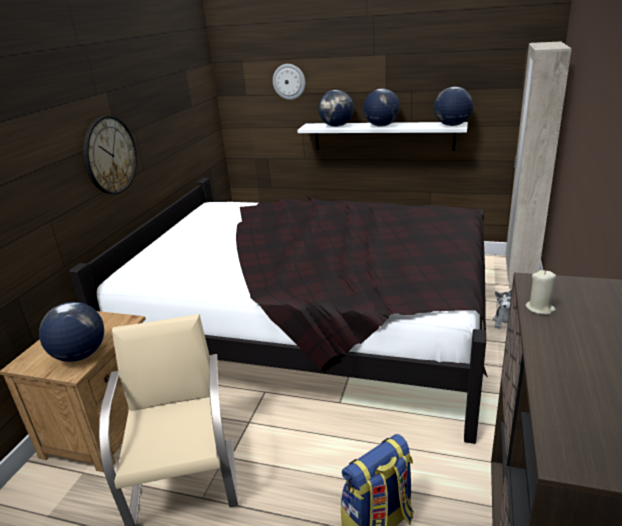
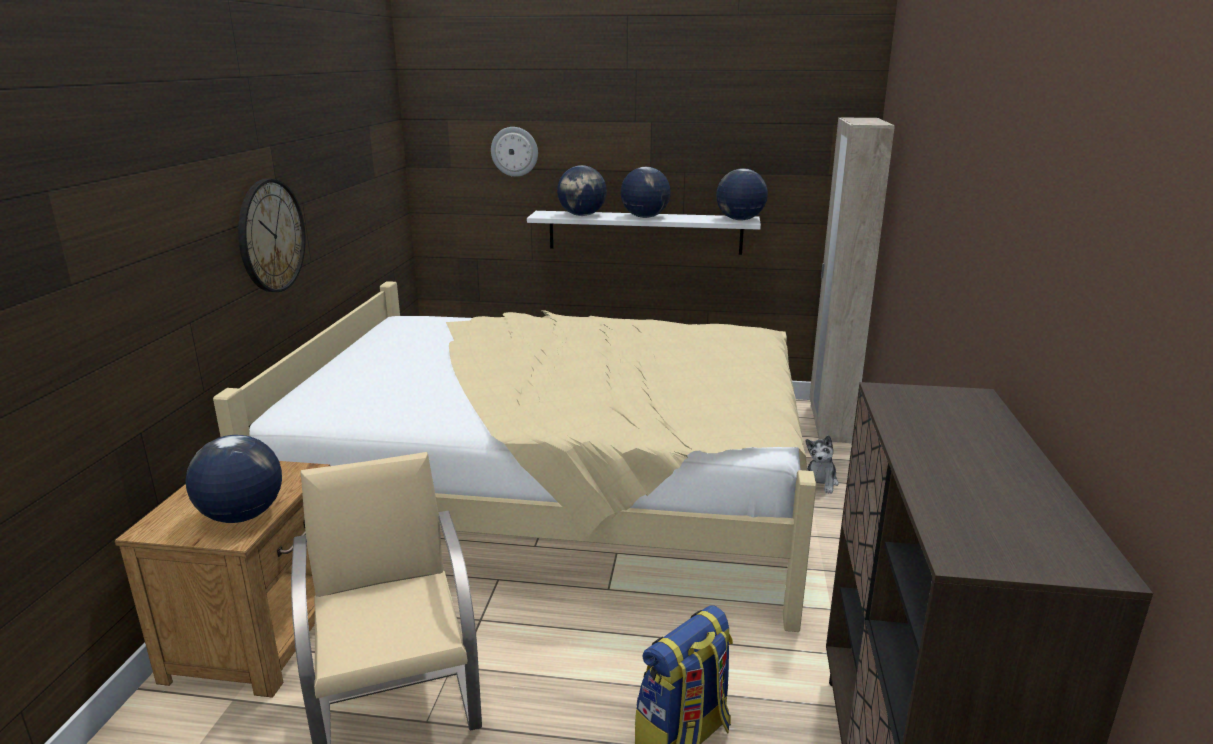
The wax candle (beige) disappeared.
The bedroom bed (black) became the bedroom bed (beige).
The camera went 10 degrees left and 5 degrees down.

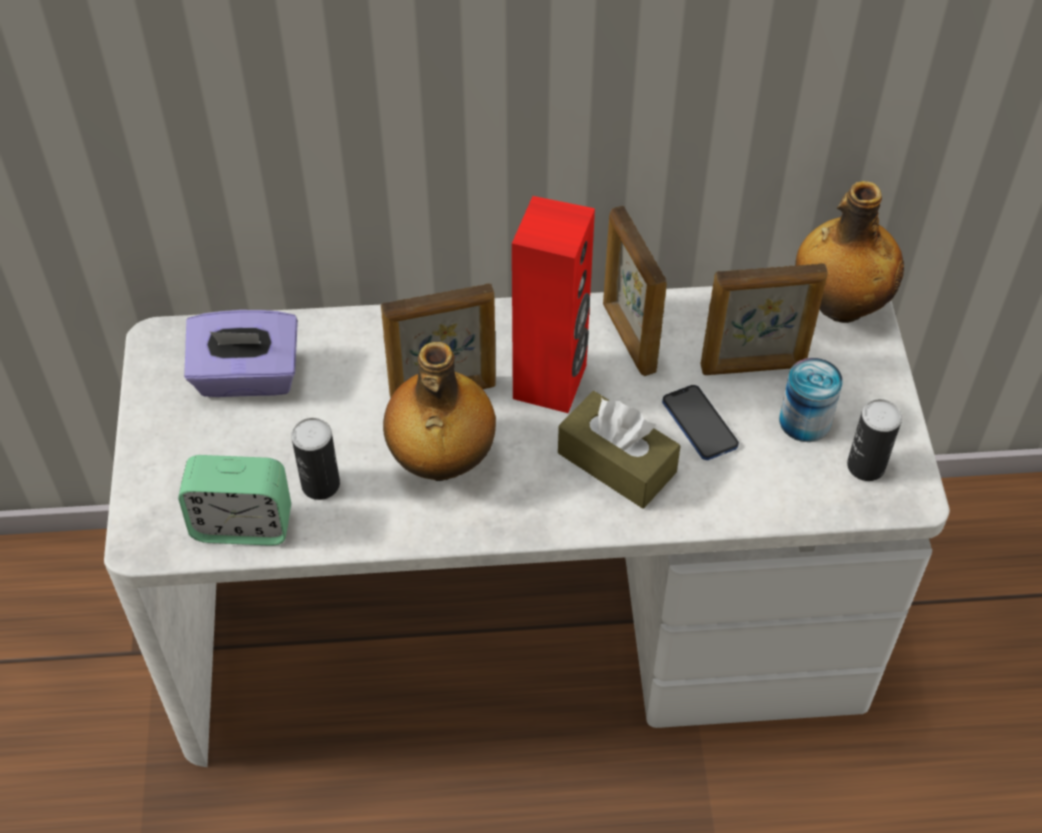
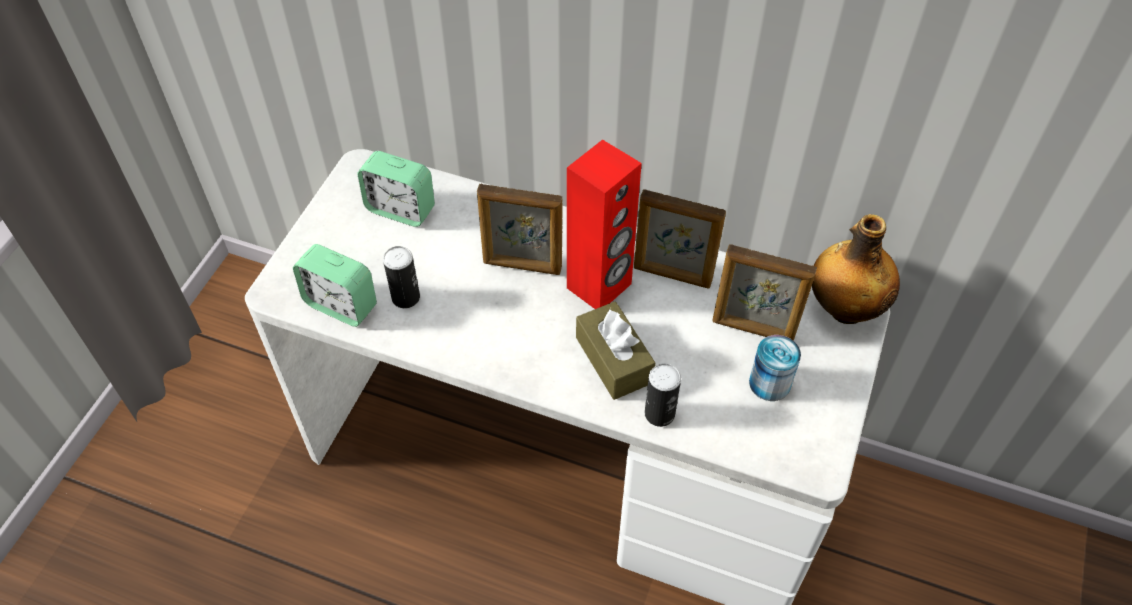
The drink bottle (1st from left) disappeared.
The phone disappeared.
The can (3rd from left in the first image) moved.
The box of tissues (purple) was replaced by the table clock (2nd from left).
The standing frame (2nd from left) turned 75 degrees counterclockwise.
The camera went 25 degrees right and 0 degrees up.

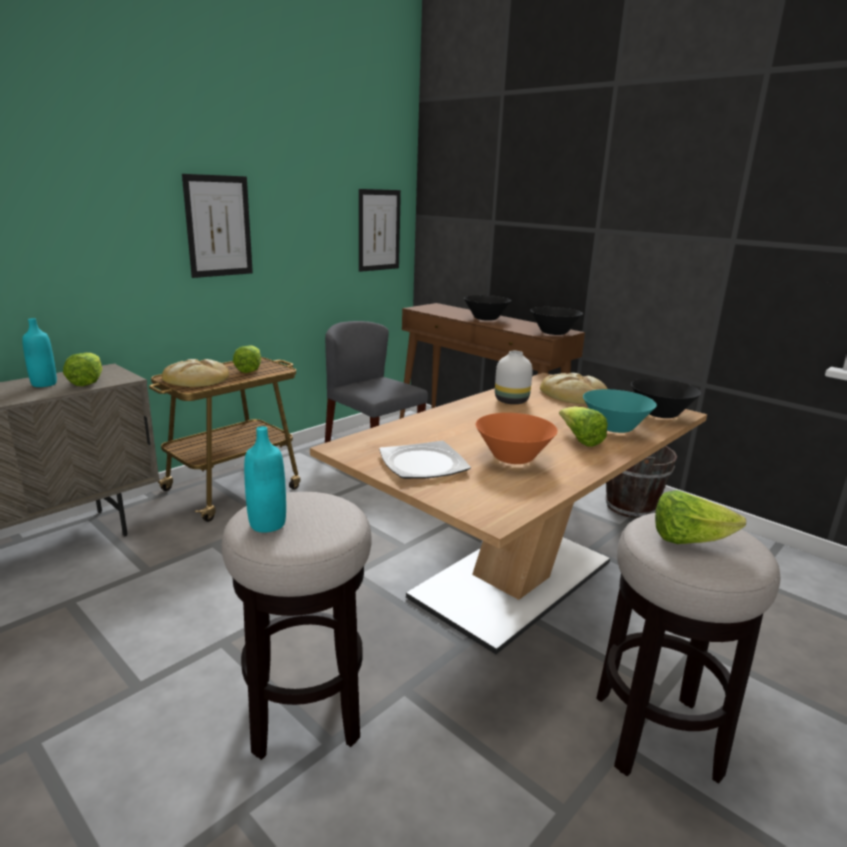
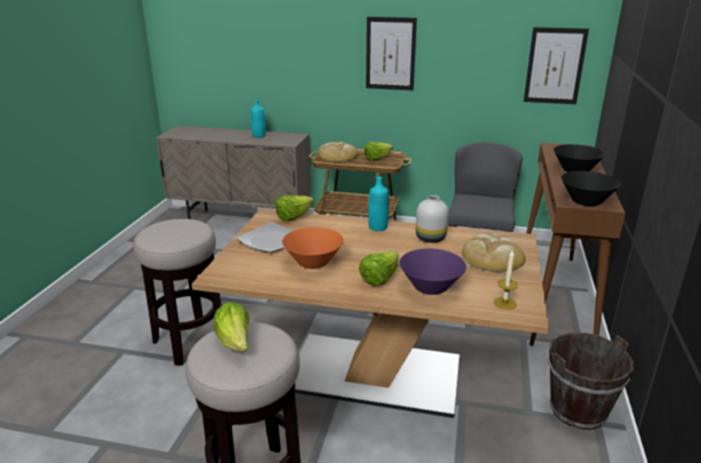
The lettuce head (1st from left in the first image) moved.
The drink bottle (blue-green) (2nd from left) moved.
The serving bowl (black) (3rd from left) was replaced by the wax candle.
The serving bowl (blue-green) became the serving bowl (purple).
The camera went 60 degrees right and 5 degrees up.

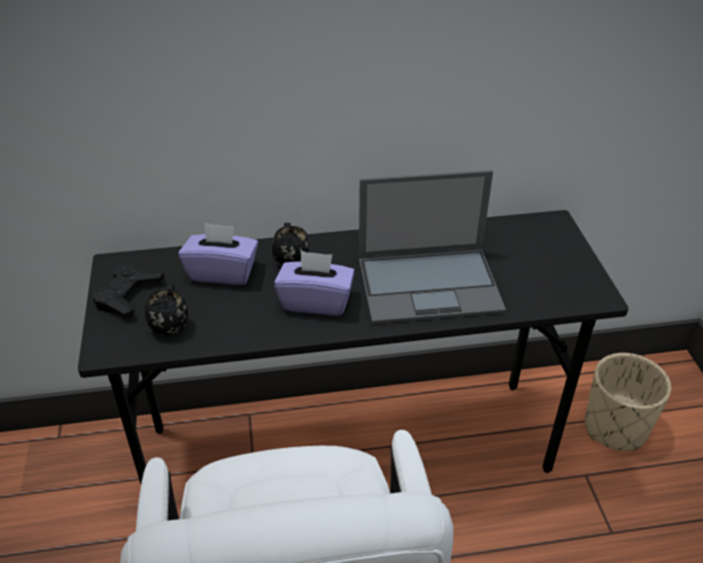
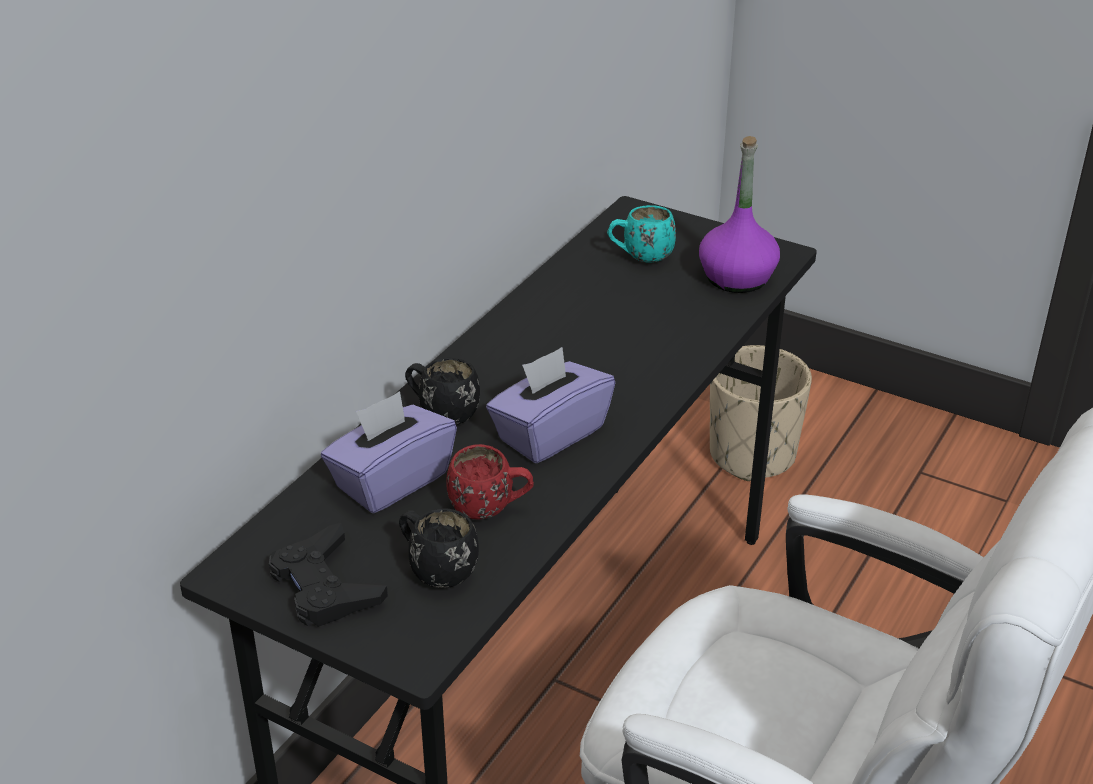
The notebook computer disappeared.
The coffee mug (red-coloured) appeared.
The coffee mug (blue-green) appeared.
The drink bottle (purple) appeared.
The camera went 50 degrees left and 5 degrees down.

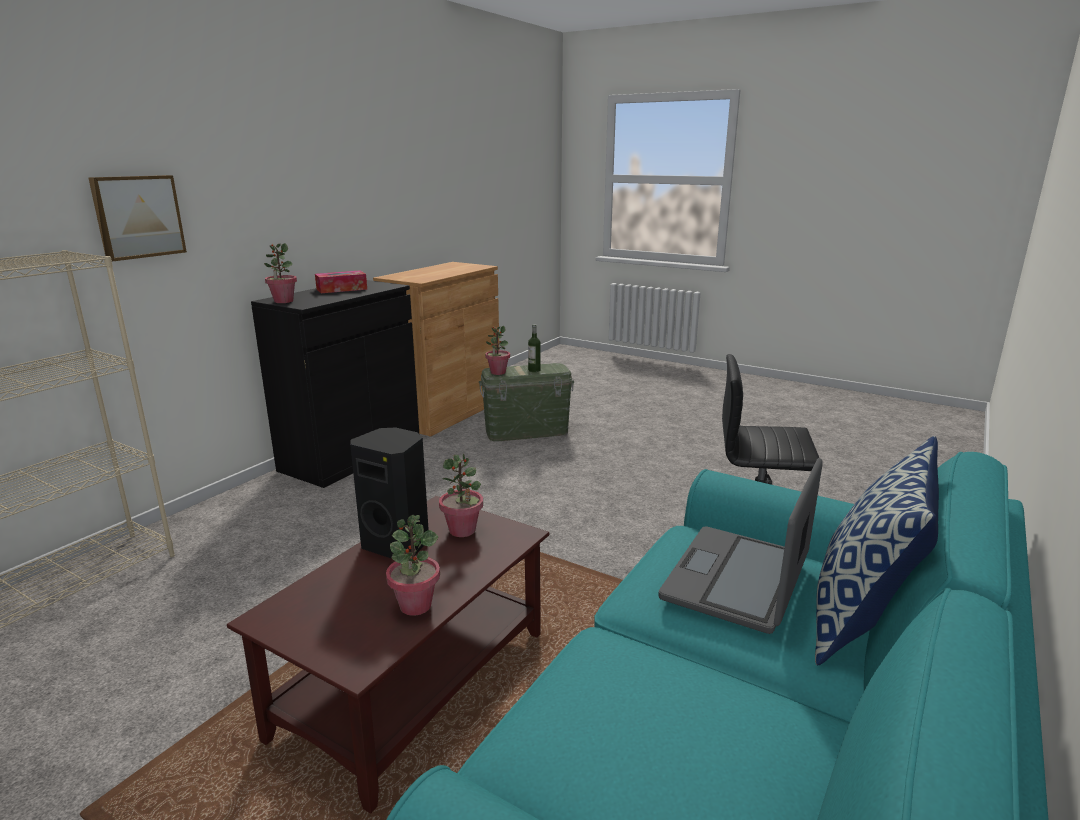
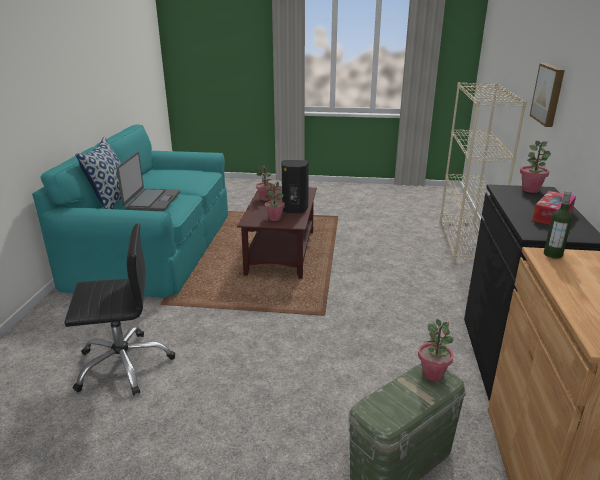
The drink bottle moved.
The camera went 155 degrees right and 5 degrees up.

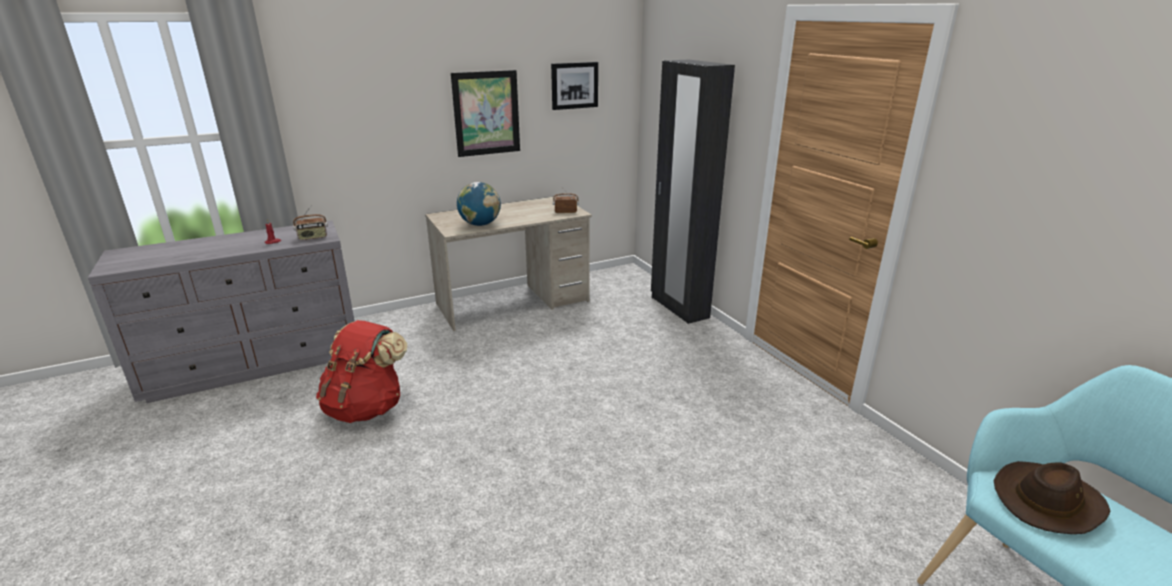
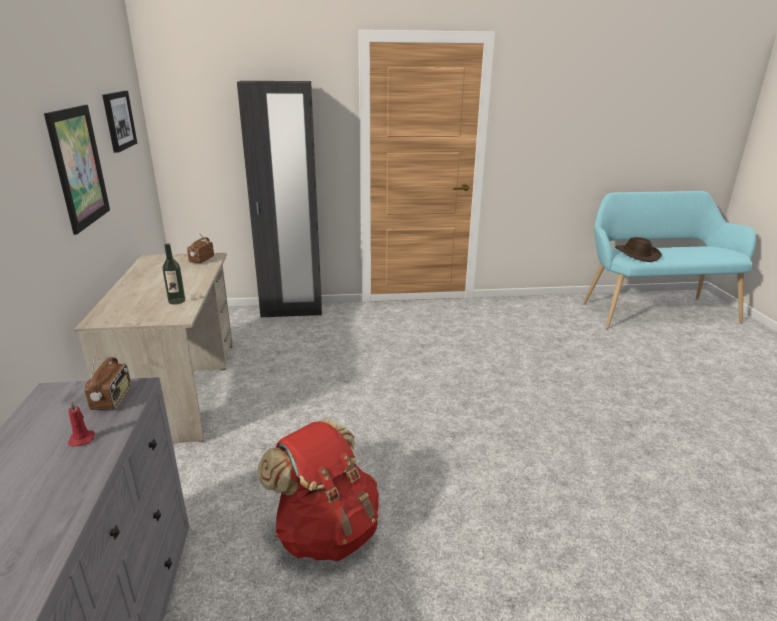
The world globe was replaced by the drink bottle.
The camera went 70 degrees left and 0 degrees up.

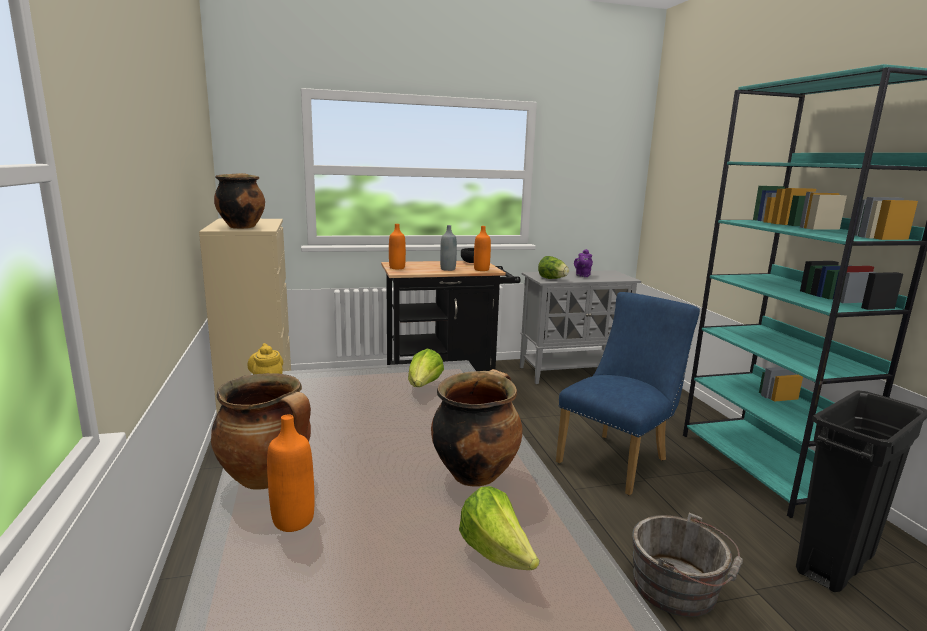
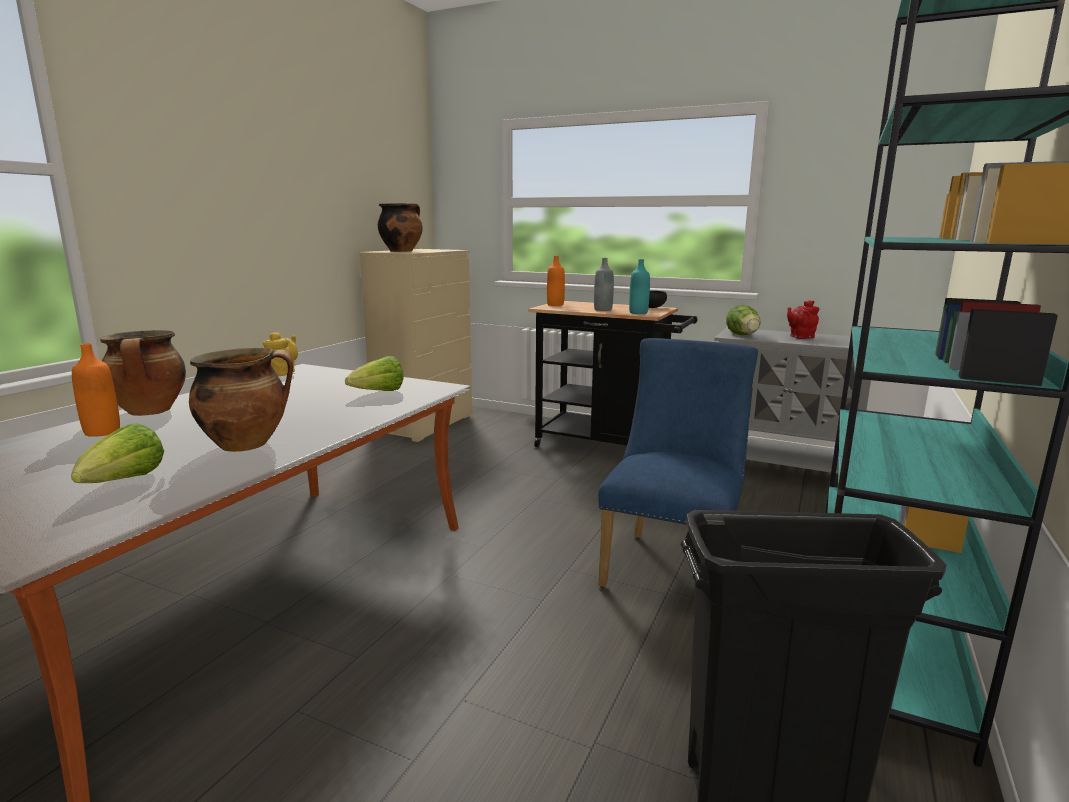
The pail (gray) disappeared.
The drink bottle (orange-coloured) (3rd from left) became the drink bottle (blue-green).
The teapot (purple) became the teapot (red-coloured).
The plain chair (blue-coloured) turned 60 degrees counterclockwise.
The camera went 40 degrees right and 0 degrees up.

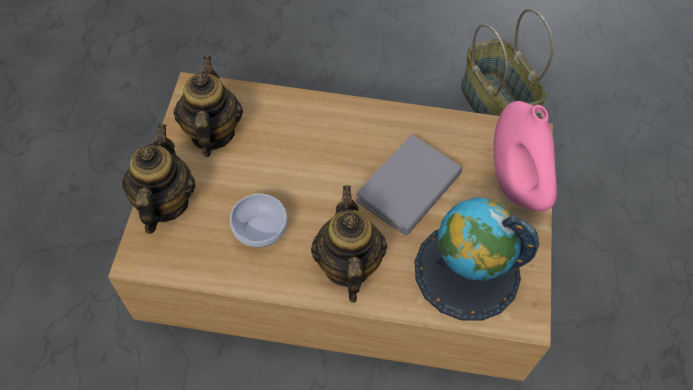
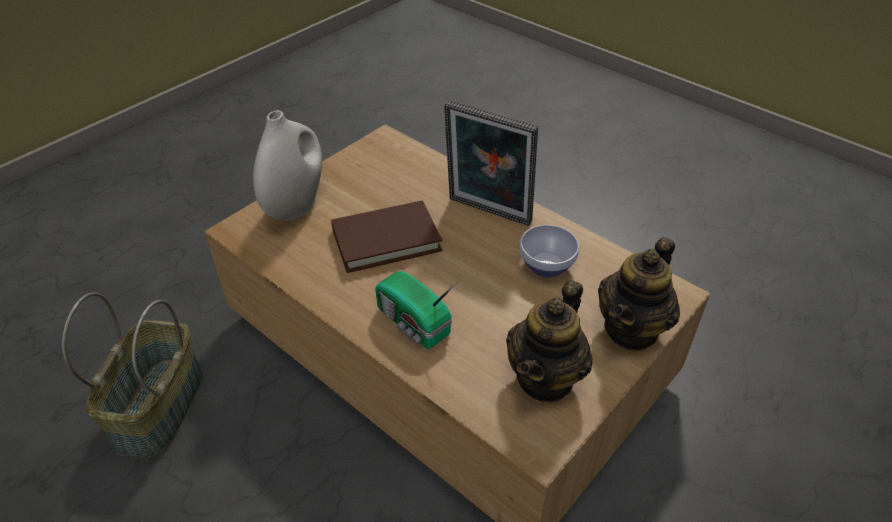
The world globe disappeared.
The radio set appeared.
The teapot (3rd from left) was replaced by the standing frame.
The bound book (gray) became the bound book (brown).
The decorative vase (pink-coloured) became the decorative vase (white).
The camera went 145 degrees left and 15 degrees down.

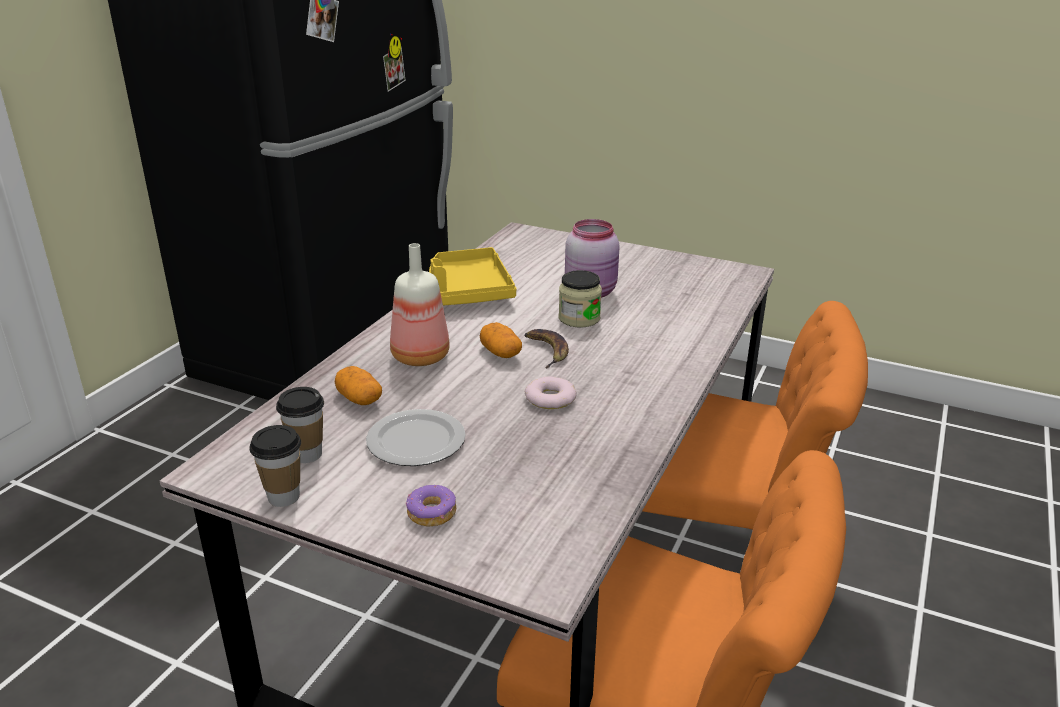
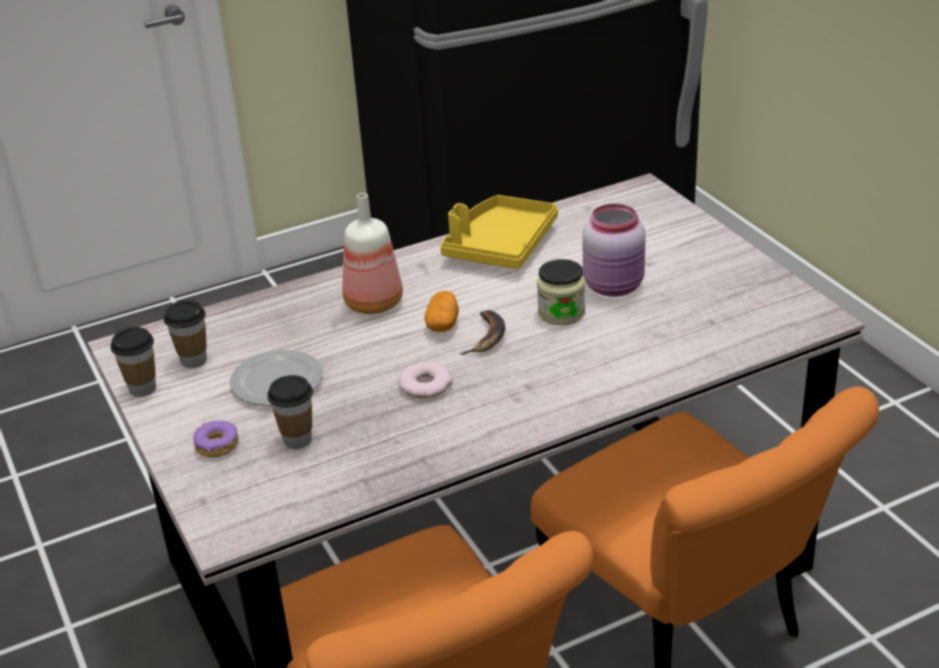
The potato (1st from left) disappeared.
The cup (3rd from left) appeared.
The camera went 40 degrees right and 5 degrees up.

